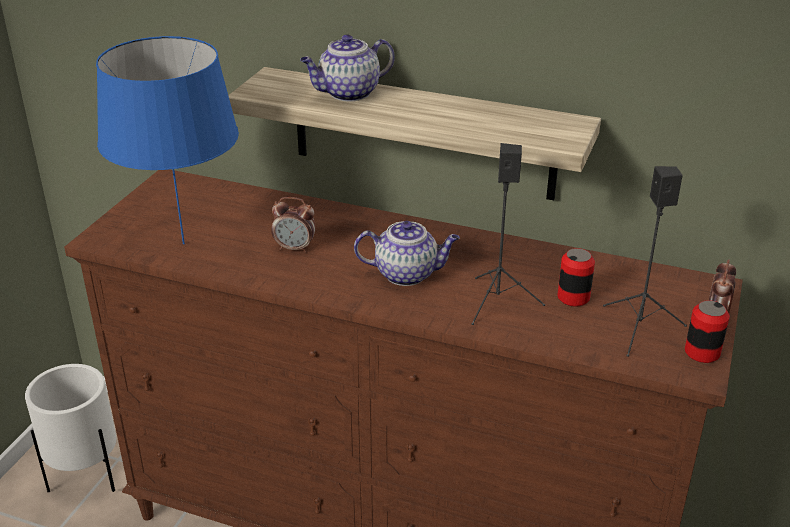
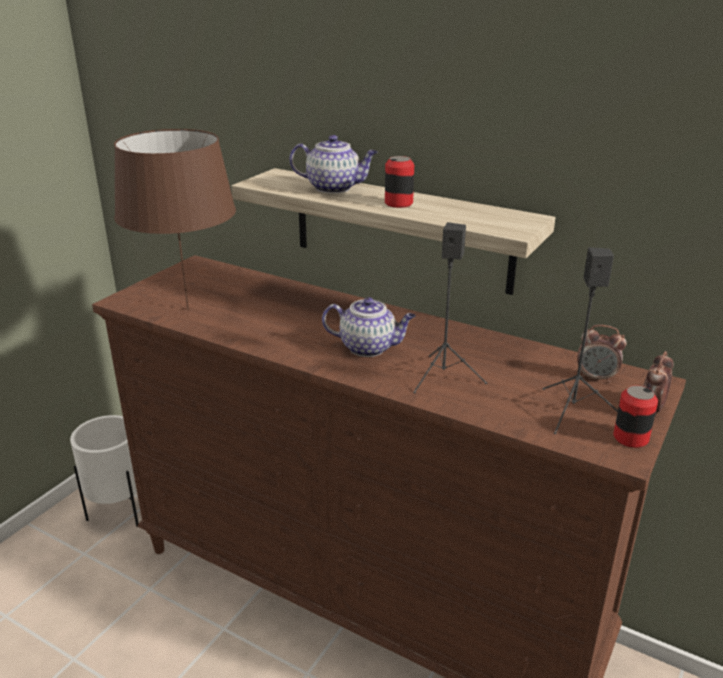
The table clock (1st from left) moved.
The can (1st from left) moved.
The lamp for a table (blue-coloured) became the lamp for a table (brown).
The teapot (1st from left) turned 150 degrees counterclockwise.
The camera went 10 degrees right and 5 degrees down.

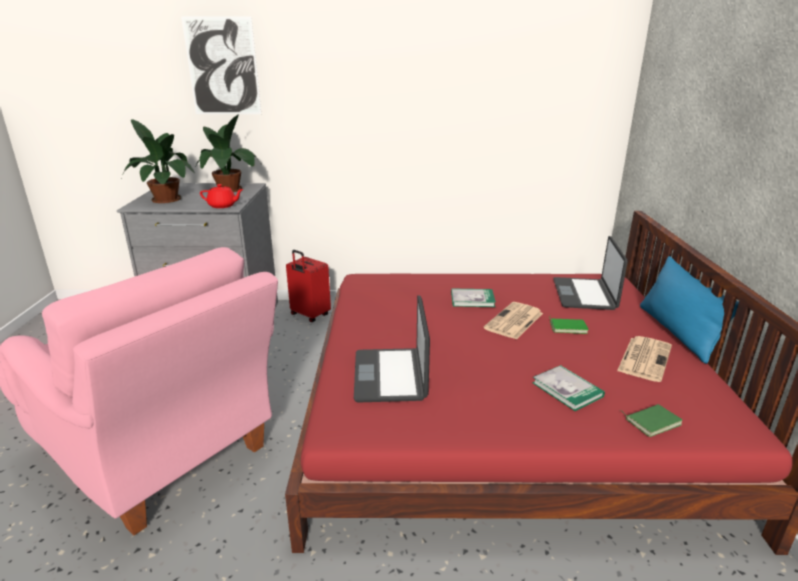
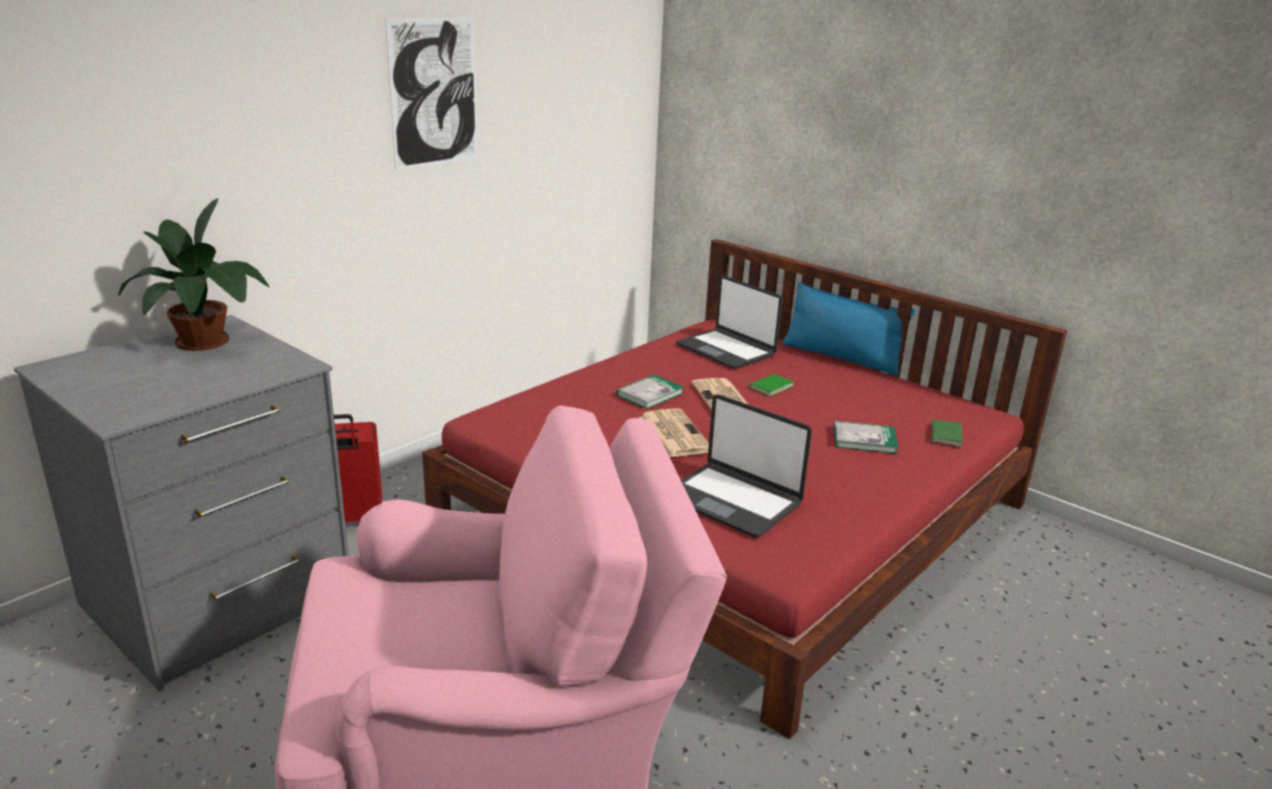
The houseplant (1st from left) disappeared.
The teapot (red-coloured) disappeared.
The wall picture moved.
The newspaper (2nd from left in the first image) moved.
The camera went 50 degrees left and 0 degrees up.

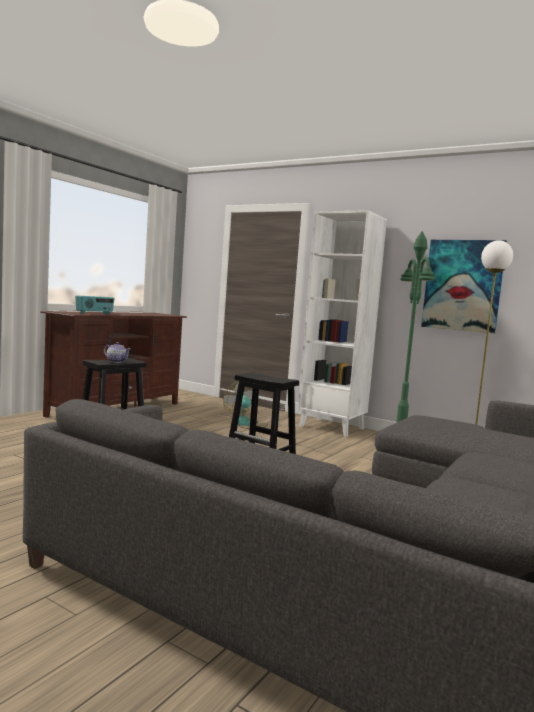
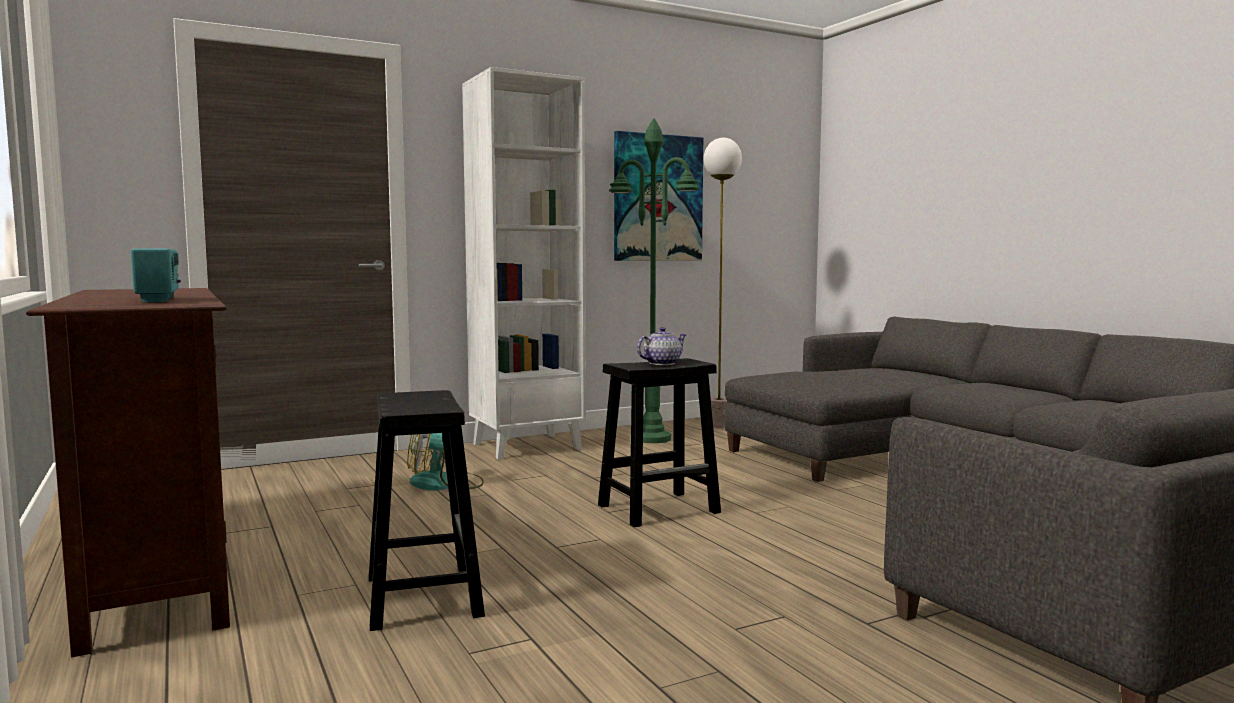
The teapot moved.
The camera went 60 degrees left and 0 degrees up.

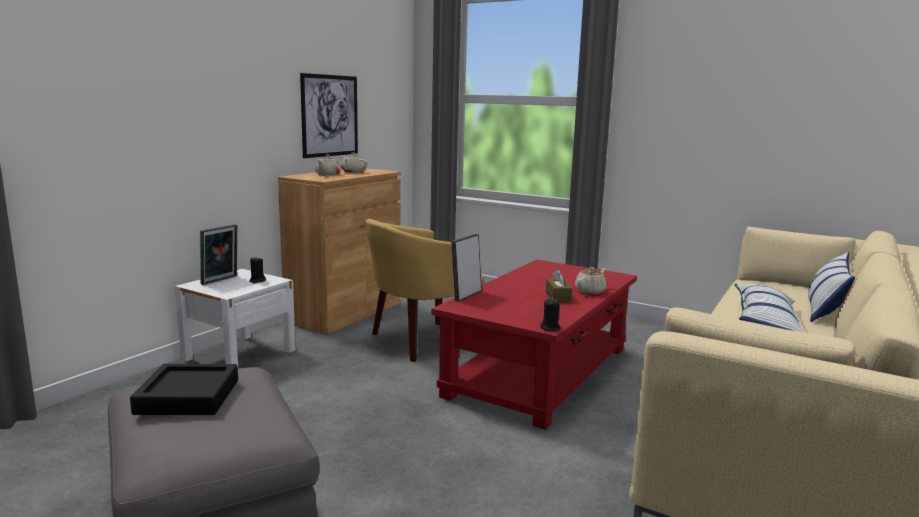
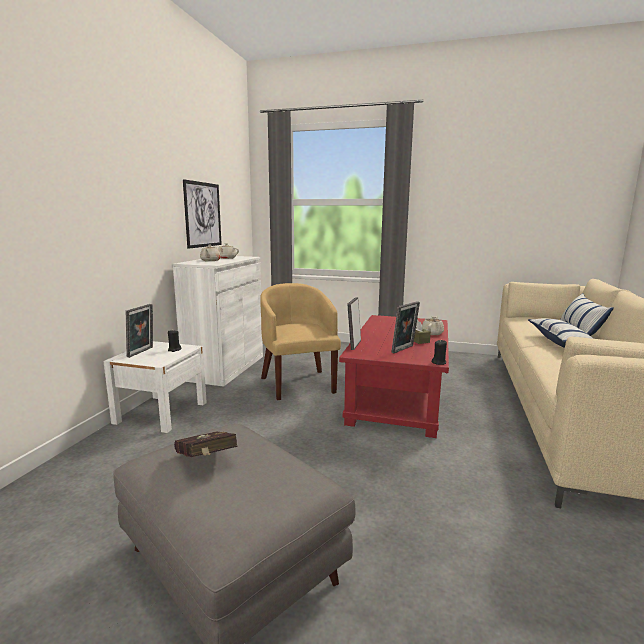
The standing frame (3rd from left) appeared.
The tray (black) was replaced by the bound book (red-coloured).
The cupboard (brown) became the cupboard (white).
The lounge chair (yellowish) turned 120 degrees clockwise.
The camera went 15 degrees left and 0 degrees up.

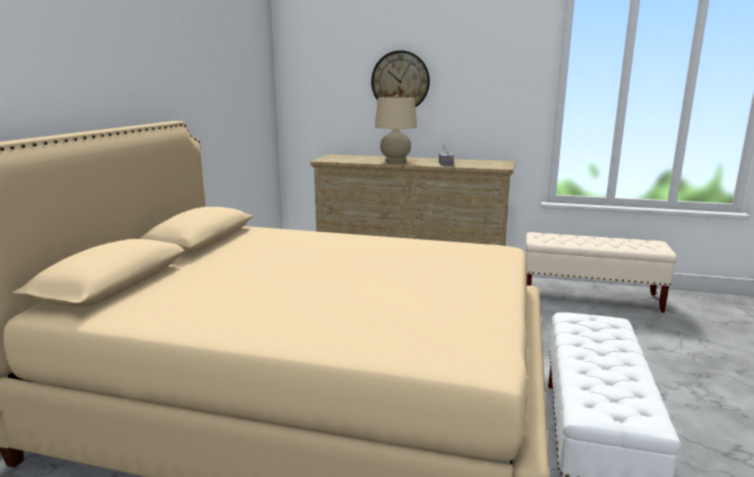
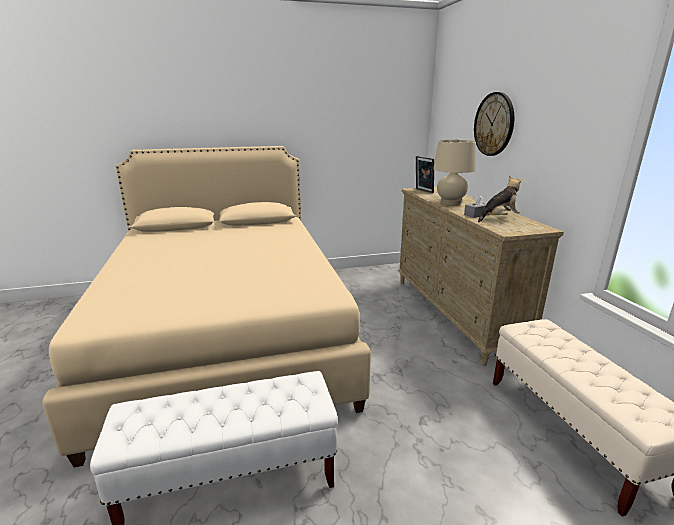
The standing frame appeared.
The soft toy appeared.
The camera went 60 degrees right and 5 degrees up.

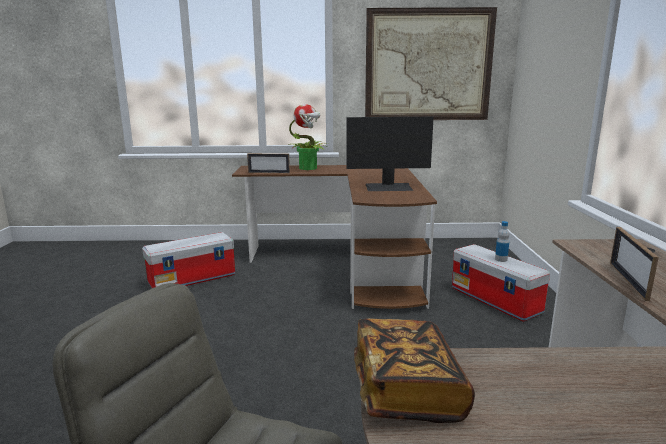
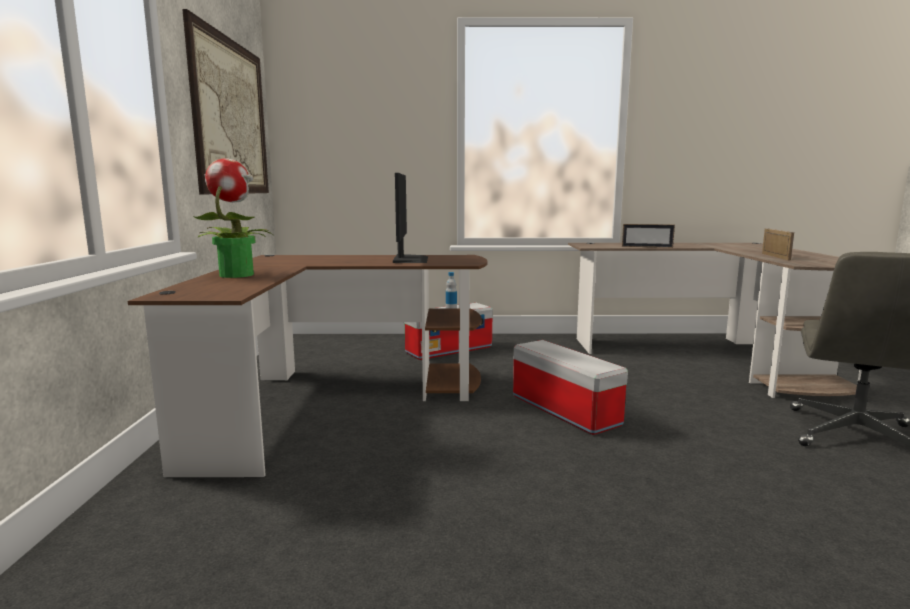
The bound book disappeared.
The storage box (1st from left in the first image) moved.
The standing frame (1st from left in the first image) moved.
The camera went 90 degrees left and 5 degrees down.

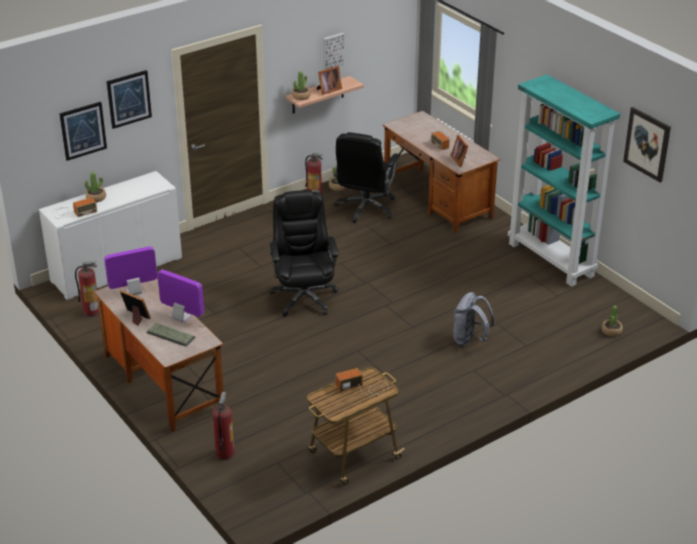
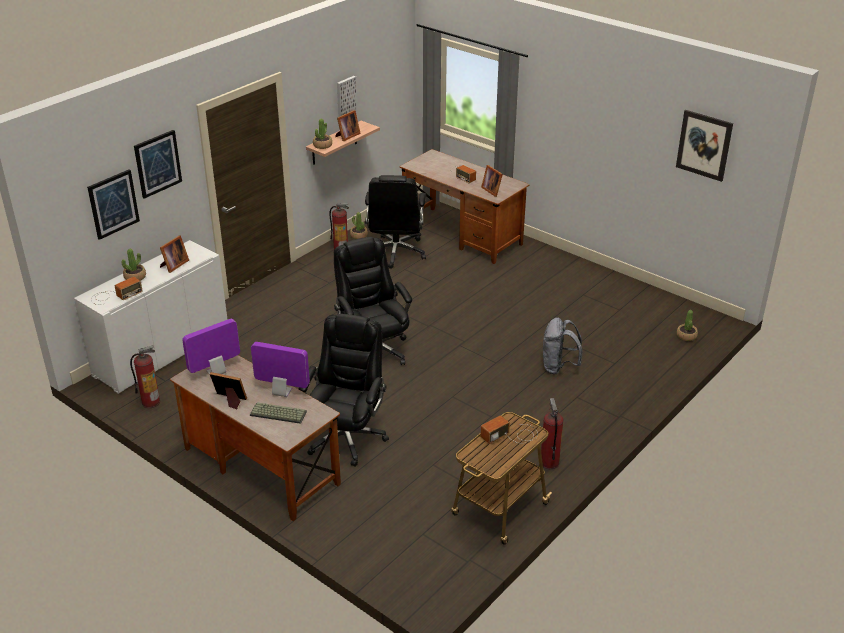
The shelving unit (blue-green) disappeared.
The standing frame (1st from left) appeared.
The computer chair (black) (1st from left) appeared.
The extinguisher (2nd from left in the first image) moved.
The camera went 15 degrees left and 0 degrees up.

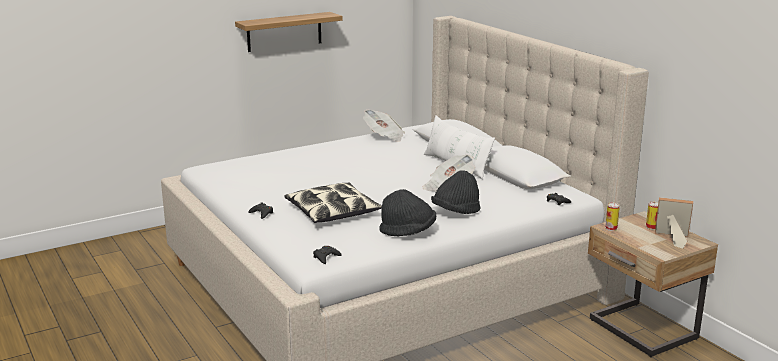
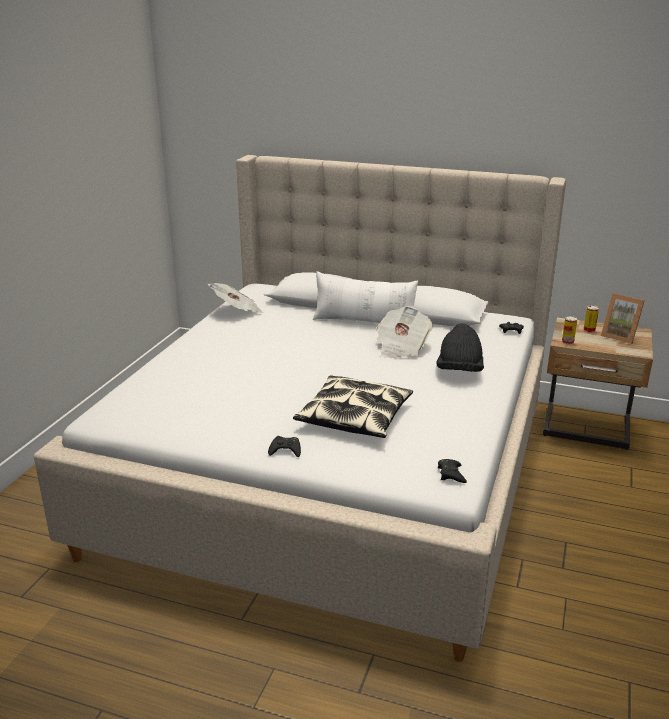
The shelf disappeared.
The wearable hat (black) (1st from left) disappeared.
The standing frame turned 120 degrees counterclockwise.
The camera went 40 degrees left and 5 degrees up.

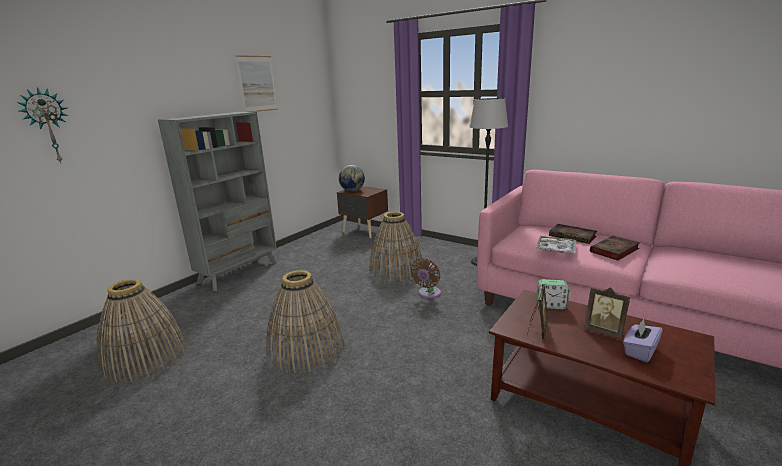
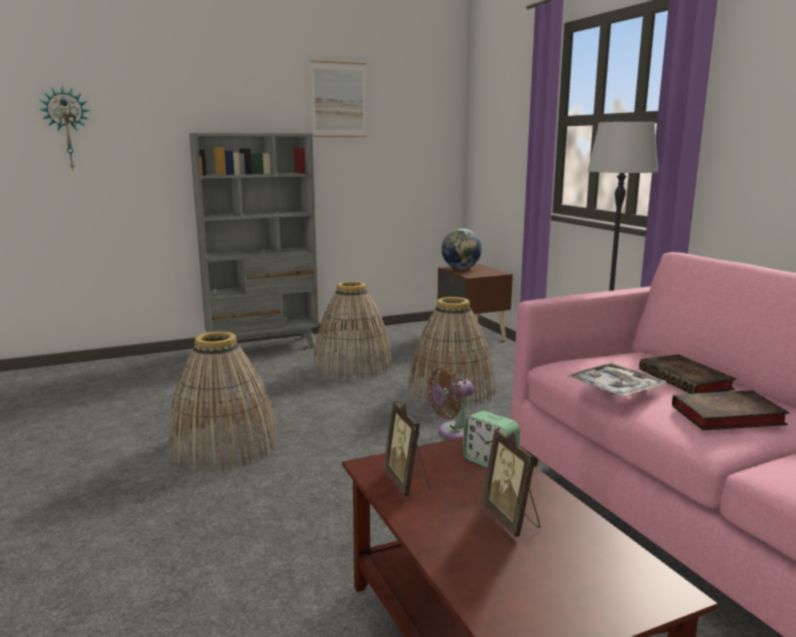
The box of tissues (purple) disappeared.
The basket (1st from left in the first image) moved.
The standing frame (1st from left) turned 105 degrees clockwise.
The camera went 30 degrees right and 5 degrees down.

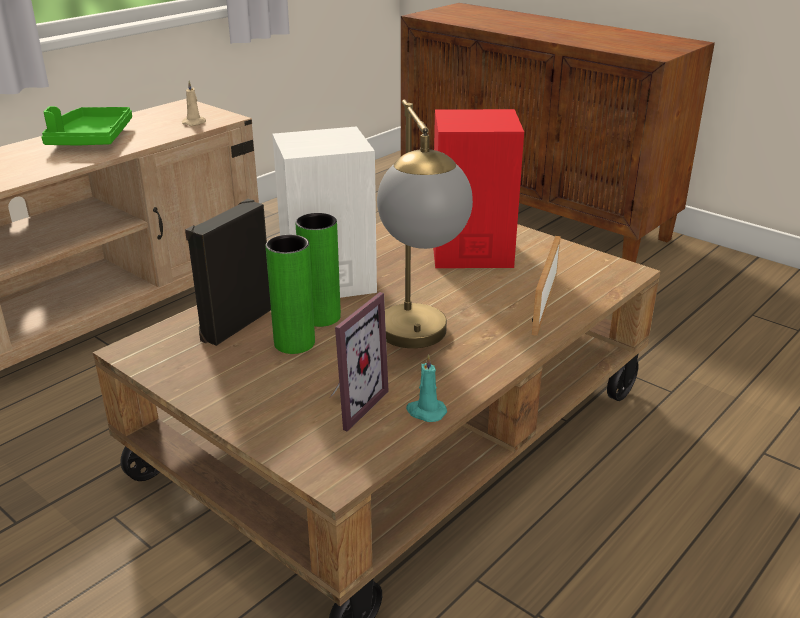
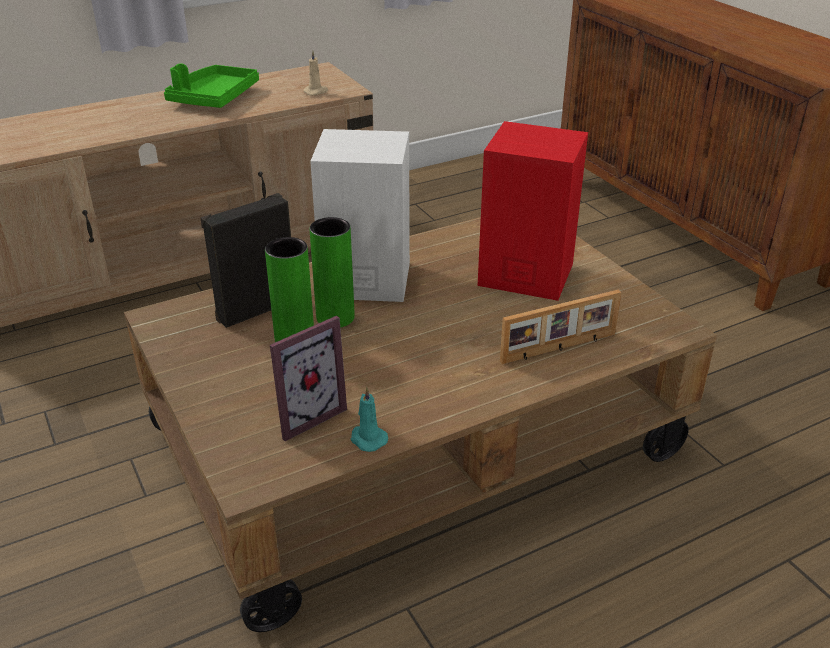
The lamp for a table disappeared.
The standing frame (2nd from left) turned 150 degrees counterclockwise.
The camera went 20 degrees right and 5 degrees up.

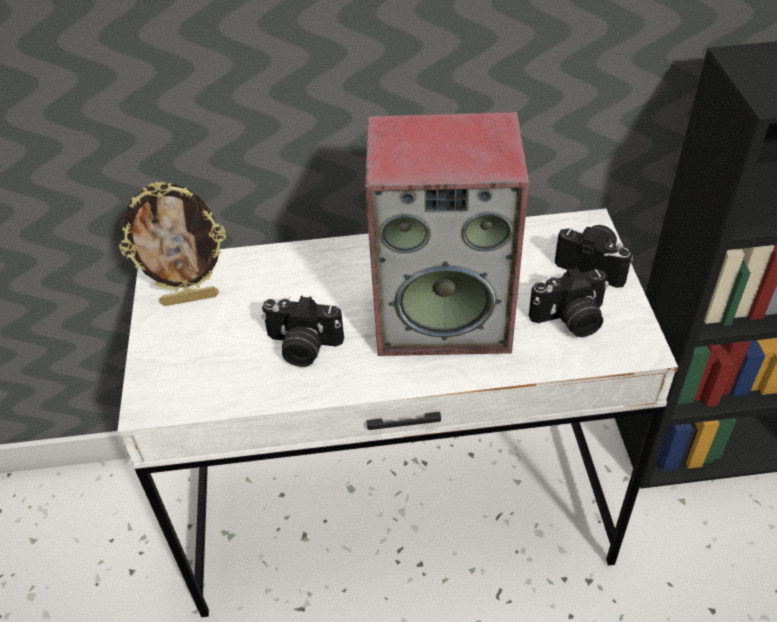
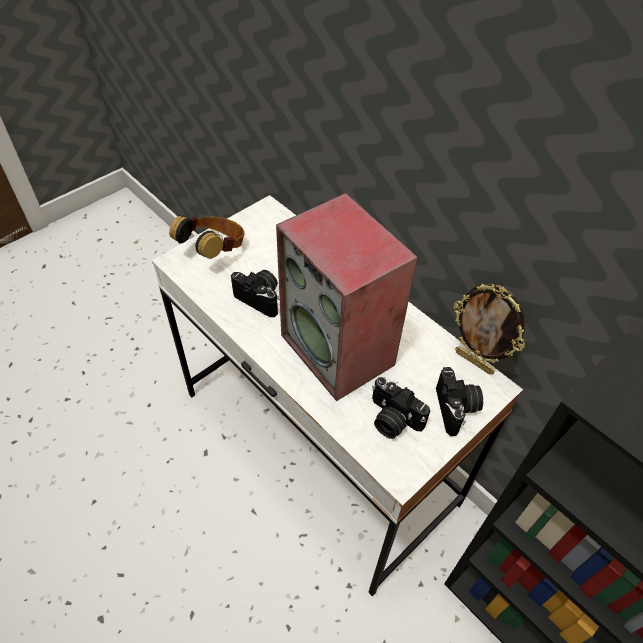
The headphones appeared.
The standing frame moved.
The photo camera (1st from left) turned 150 degrees clockwise.
The camera went 50 degrees right and 5 degrees up.

